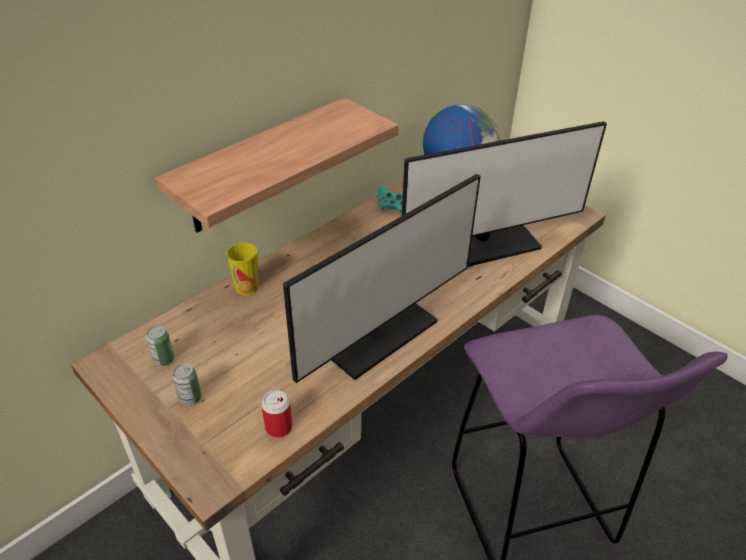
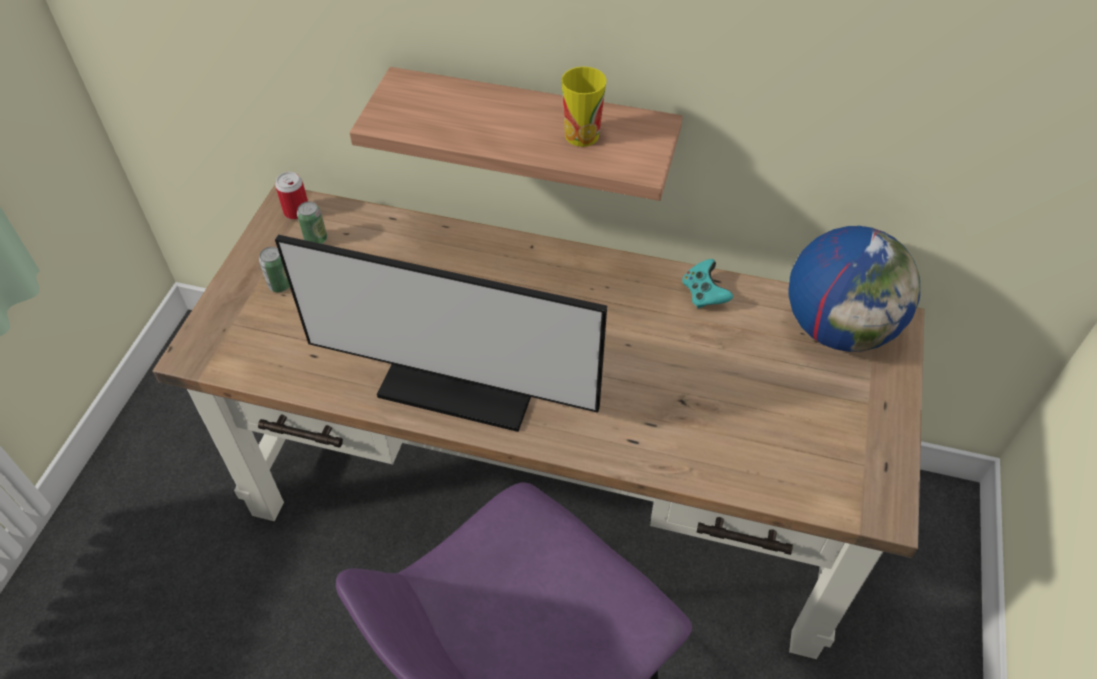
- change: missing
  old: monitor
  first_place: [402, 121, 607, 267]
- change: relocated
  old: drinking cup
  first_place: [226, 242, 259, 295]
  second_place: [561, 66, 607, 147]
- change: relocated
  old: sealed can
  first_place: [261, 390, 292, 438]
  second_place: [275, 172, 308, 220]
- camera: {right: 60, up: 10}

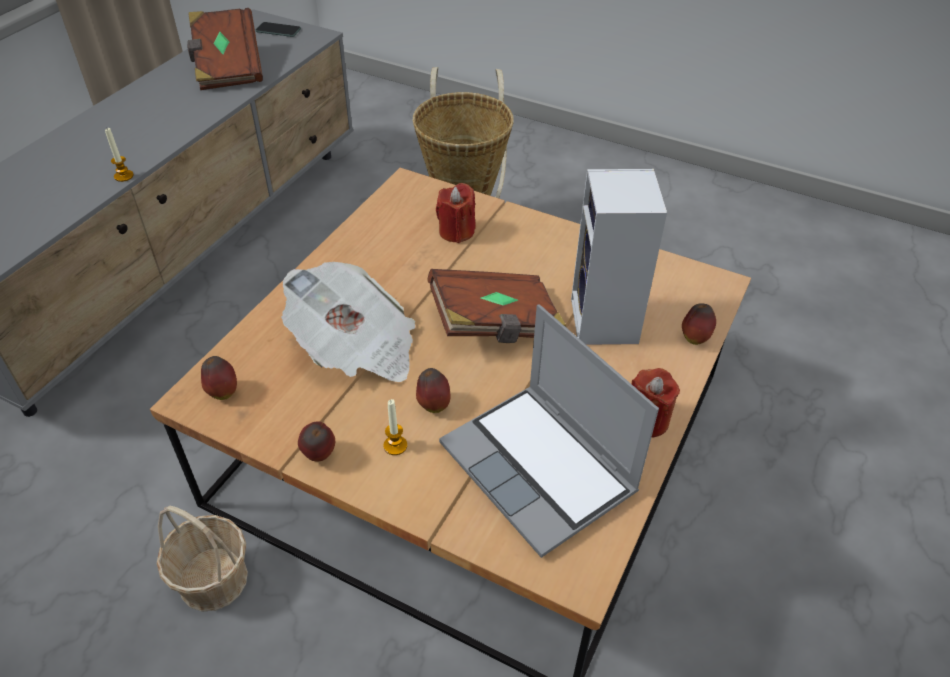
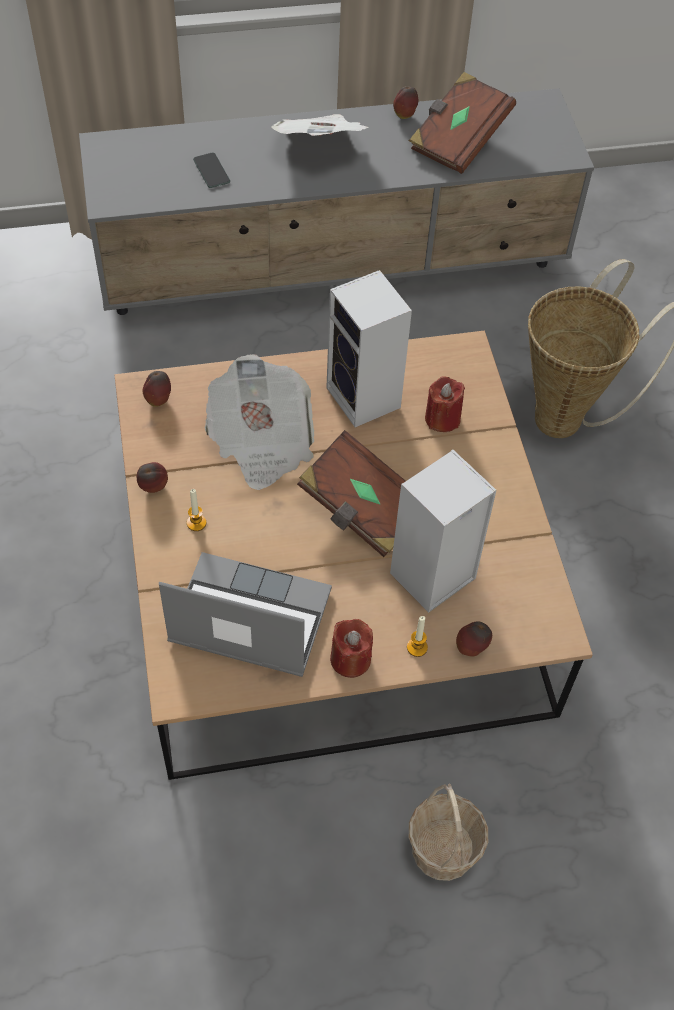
- change: appeared
  new: daily paper
  second_place: [272, 114, 369, 136]
- change: appeared
  new: audio speaker
  second_place: [326, 270, 412, 428]
- change: relocated
  old: candle
  first_place: [105, 128, 134, 182]
  second_place: [407, 616, 428, 657]
- change: relocated
  old: storage basket
  first_place: [157, 506, 248, 611]
  second_place: [409, 784, 488, 881]
- change: relocated
  old: phone
  first_place: [255, 22, 301, 37]
  second_place: [193, 153, 230, 188]
- change: relocated
  old: apple fruit
  first_place: [416, 368, 451, 413]
  second_place: [393, 86, 418, 119]
- change: spun
  old: notebook computer
  first_place: [439, 304, 659, 558]
  second_place: [159, 552, 332, 677]
  degrees: 90
- camera: {right: 50, up: 10}

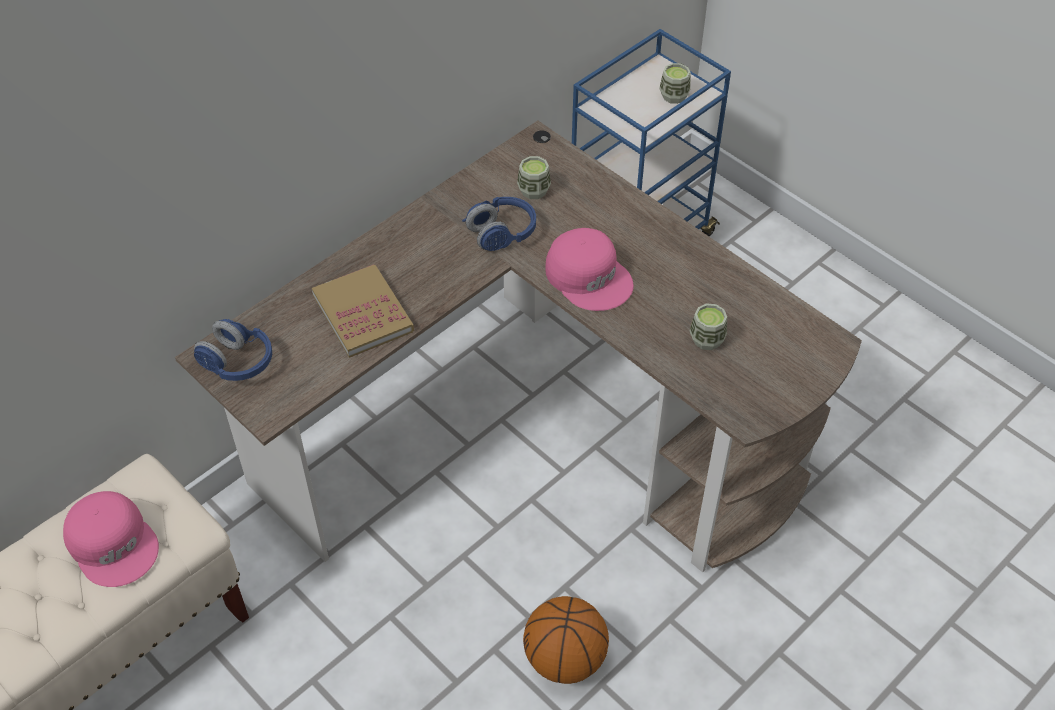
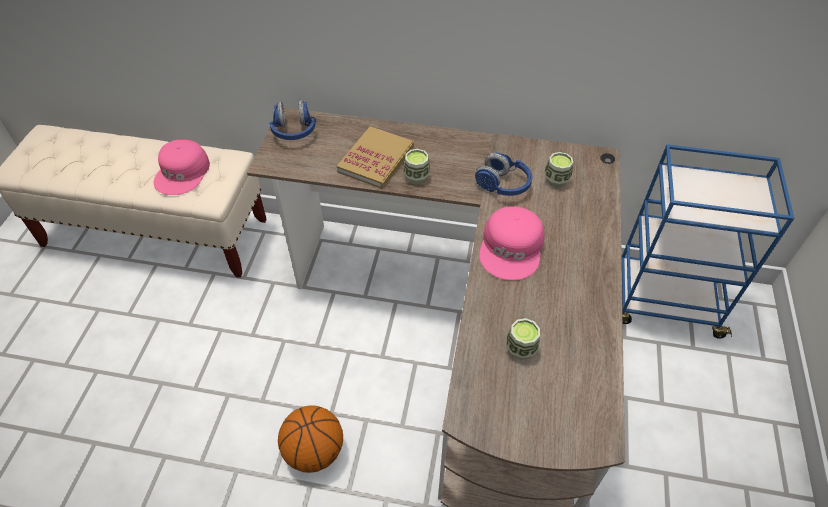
- change: relocated
  old: drinking cup
  first_place: [659, 63, 691, 104]
  second_place: [404, 149, 430, 184]
- camera: {right: 55, up: 0}

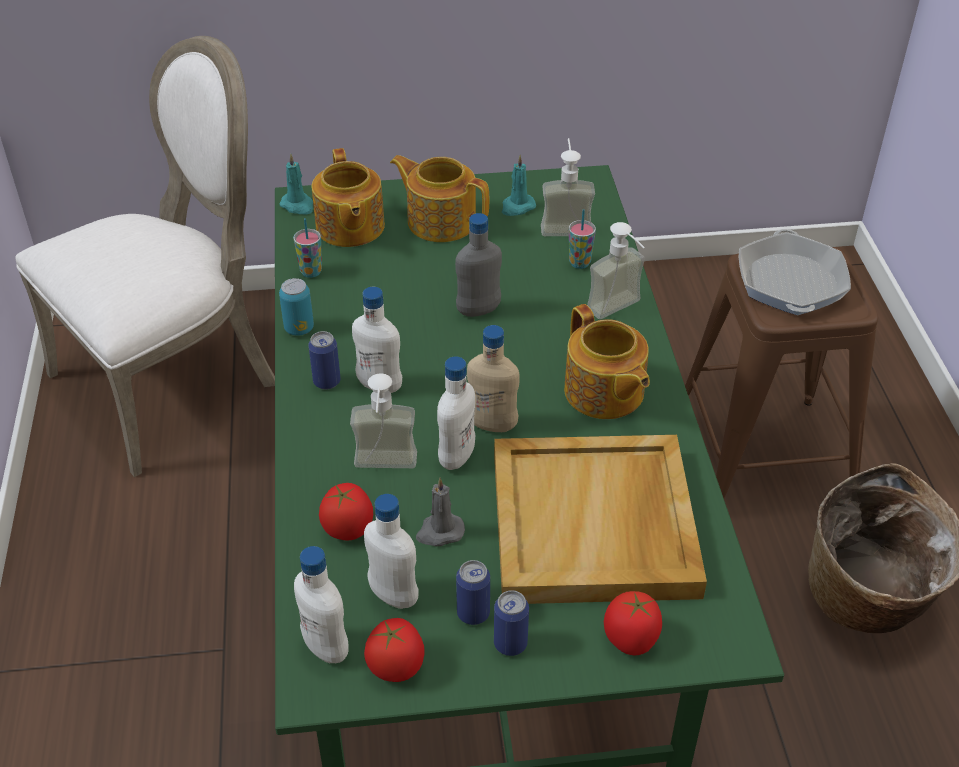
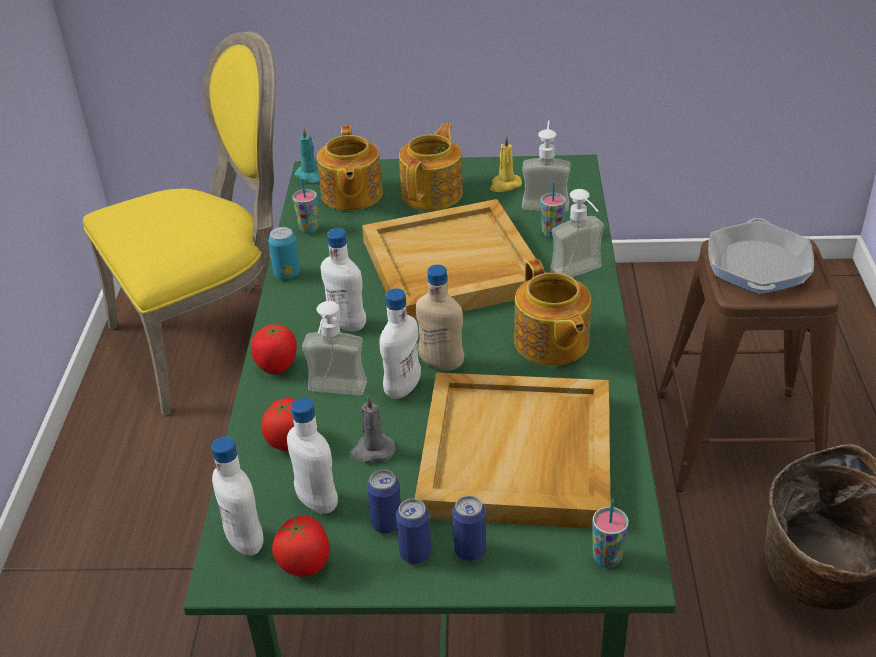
- change: appeared
  new: drinking cup
  second_place: [592, 499, 629, 568]
- change: relocated
  old: sealed can
  first_place: [308, 331, 341, 390]
  second_place: [452, 495, 486, 561]
- change: relocated
  old: fresh tomato
  first_place: [604, 591, 662, 655]
  second_place: [251, 324, 297, 374]
- change: exchanged
  old: drink bottle in gray
  new: carrying tray in sand-coloured
  first_place: [455, 213, 502, 317]
  second_place: [362, 199, 545, 321]
- change: colour
  old: upright chair in white-coloured
  new: upright chair in yellowish
  first_place: [15, 36, 275, 477]
  second_place: [83, 31, 276, 416]
- change: colour
  old: candle in blue-green
  new: candle in yellowish
  first_place: [502, 155, 536, 216]
  second_place: [490, 135, 522, 192]
- change: spun
  old: teapot
  first_place: [390, 155, 489, 242]
  second_place: [399, 124, 463, 210]
  degrees: 75
- camera: {right: 10, up: -5}

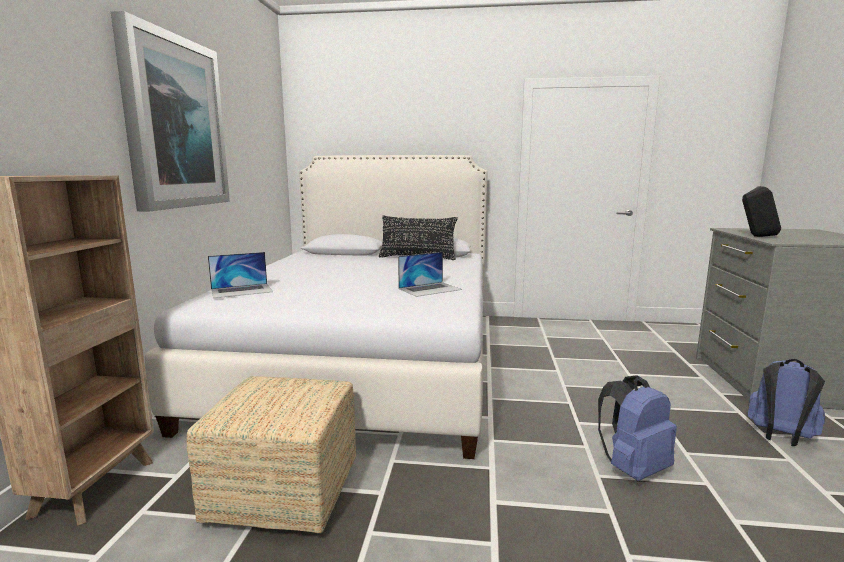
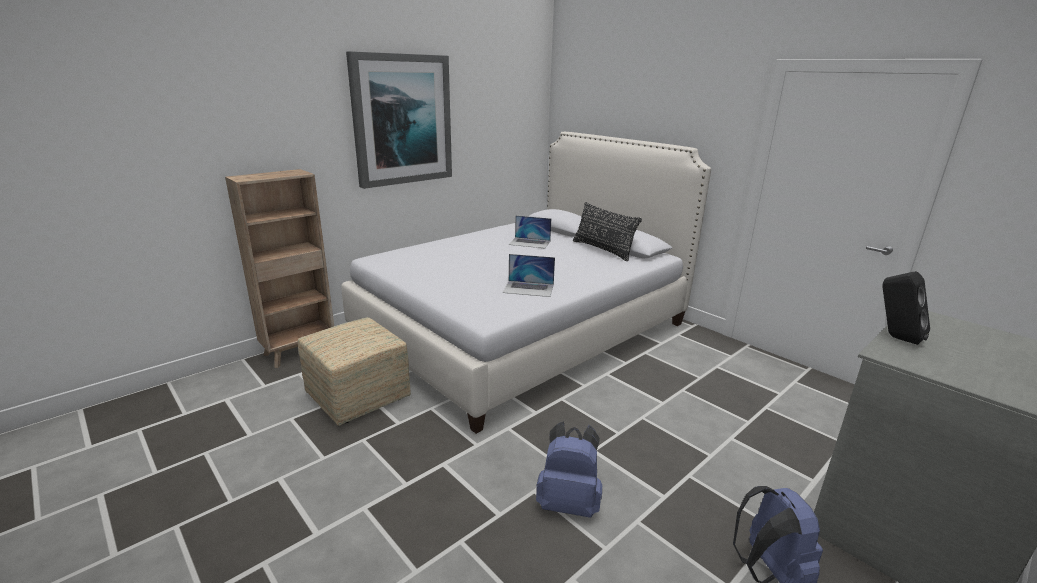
- change: relocated
  old: notebook computer
  first_place: [208, 252, 273, 298]
  second_place: [509, 216, 551, 248]
- camera: {right: 40, up: 10}

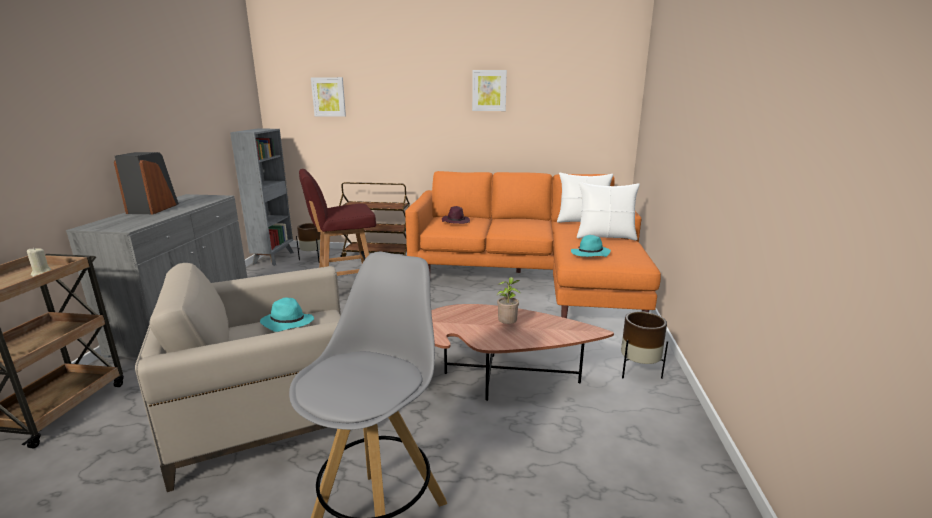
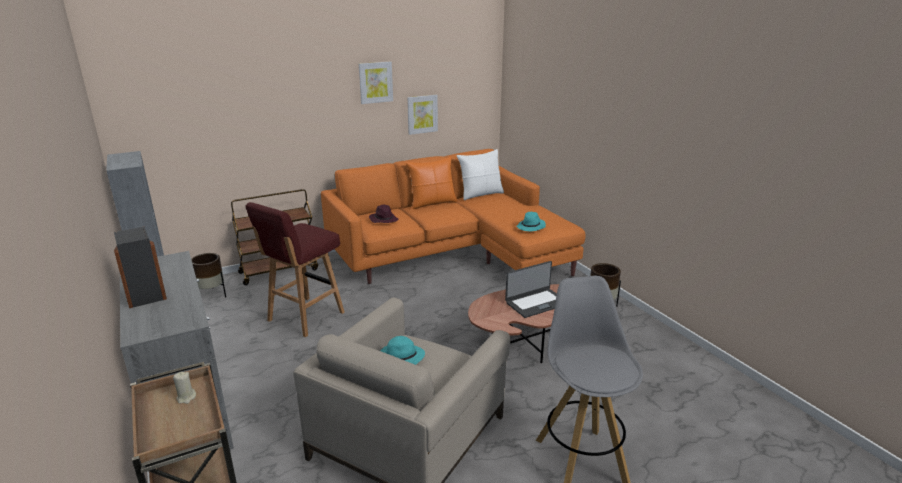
- change: missing
  old: throw pillow in white-coloured
  first_place: [577, 182, 640, 240]
- change: appeared
  new: throw pillow in orangey
  second_place: [406, 157, 457, 209]
- change: relocated
  old: picture
  first_place: [311, 77, 346, 117]
  second_place: [407, 95, 438, 135]
- change: exchanged
  old: potted plant
  new: notebook computer
  first_place: [497, 277, 520, 324]
  second_place: [505, 261, 557, 318]
- camera: {right: -35, up: 5}

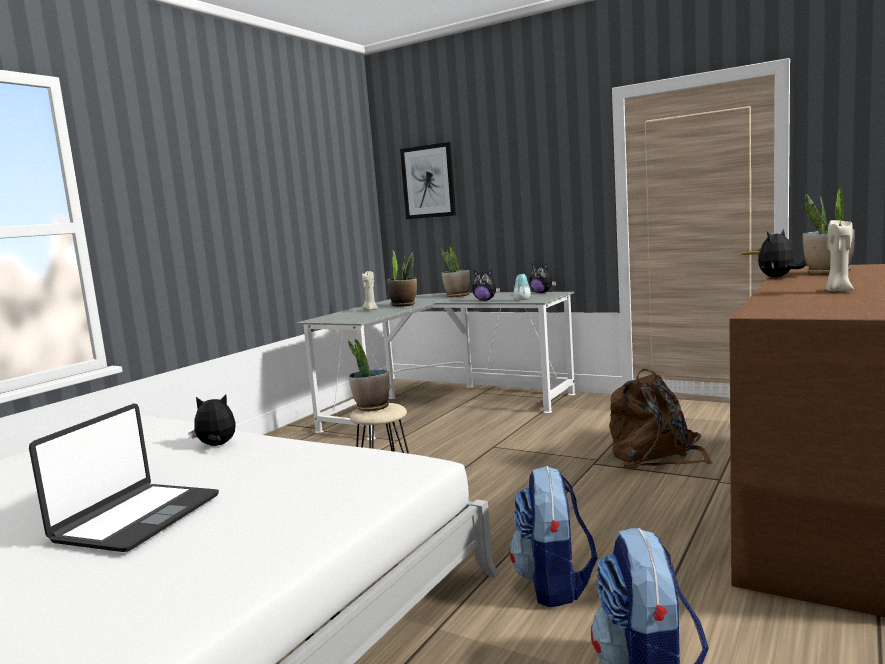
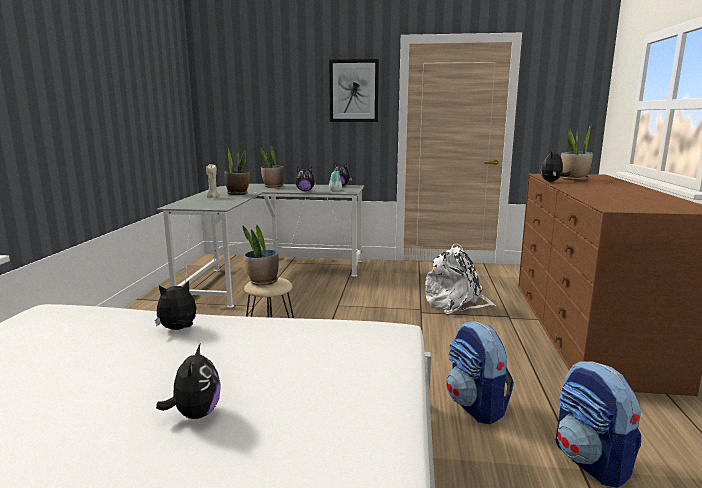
- change: missing
  old: candle in sand-coloured
  first_place: [826, 219, 854, 291]
- change: relocated
  old: picture
  first_place: [400, 142, 456, 219]
  second_place: [329, 59, 379, 122]
- change: exchanged
  old: notebook computer
  new: soft toy
  first_place: [29, 404, 219, 552]
  second_place: [156, 344, 221, 419]
- change: colour
  old: backpack in brown-coloured
  new: backpack in white-coloured
  first_place: [609, 369, 712, 469]
  second_place: [425, 243, 496, 314]
- camera: {right: -25, up: 5}

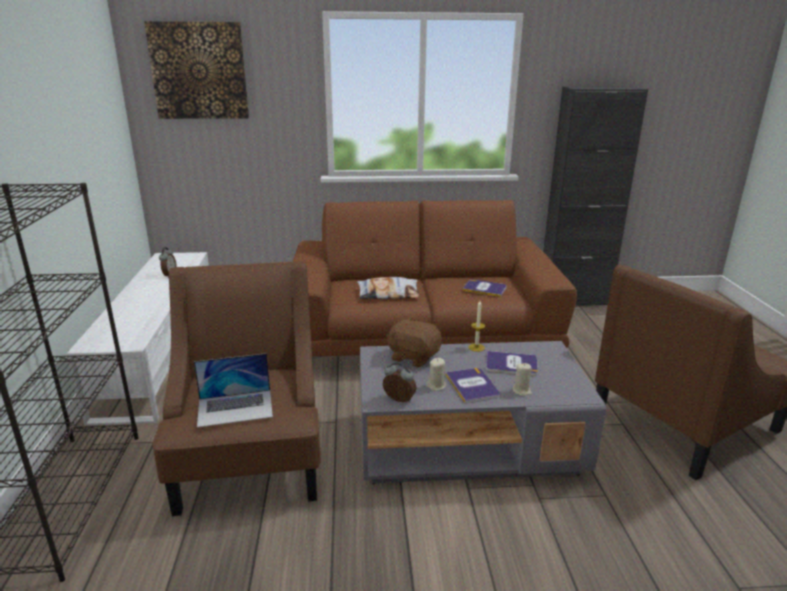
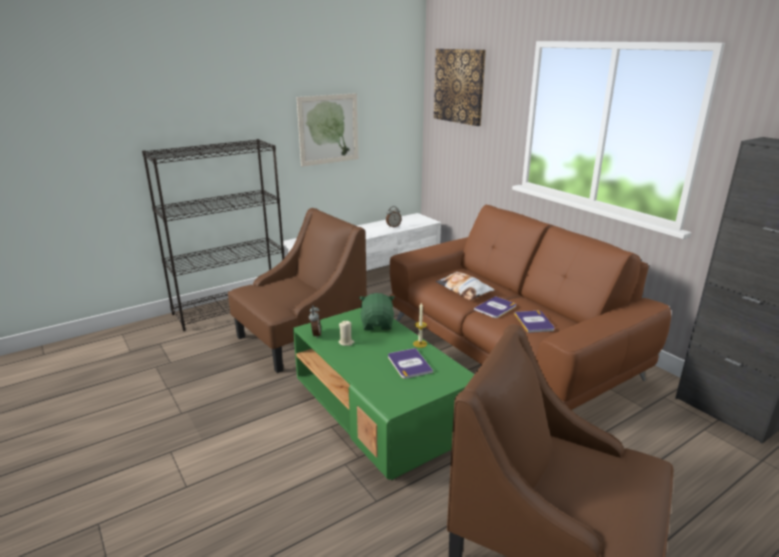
- change: missing
  old: notebook computer
  first_place: [194, 353, 273, 428]
- change: missing
  old: candle in sand-coloured
  first_place: [512, 363, 532, 396]
- change: appeared
  new: picture
  second_place: [297, 93, 358, 167]
- change: relocated
  old: book
  first_place: [445, 368, 500, 404]
  second_place: [474, 296, 516, 318]
- change: colour
  old: lounge table in gray
  new: lounge table in greenish
  first_place: [360, 341, 606, 485]
  second_place: [293, 308, 474, 480]
- change: colour
  old: soft toy in brown-coloured
  new: soft toy in greenish
  first_place: [387, 317, 442, 368]
  second_place: [359, 293, 394, 330]
- camera: {right: 60, up: 0}

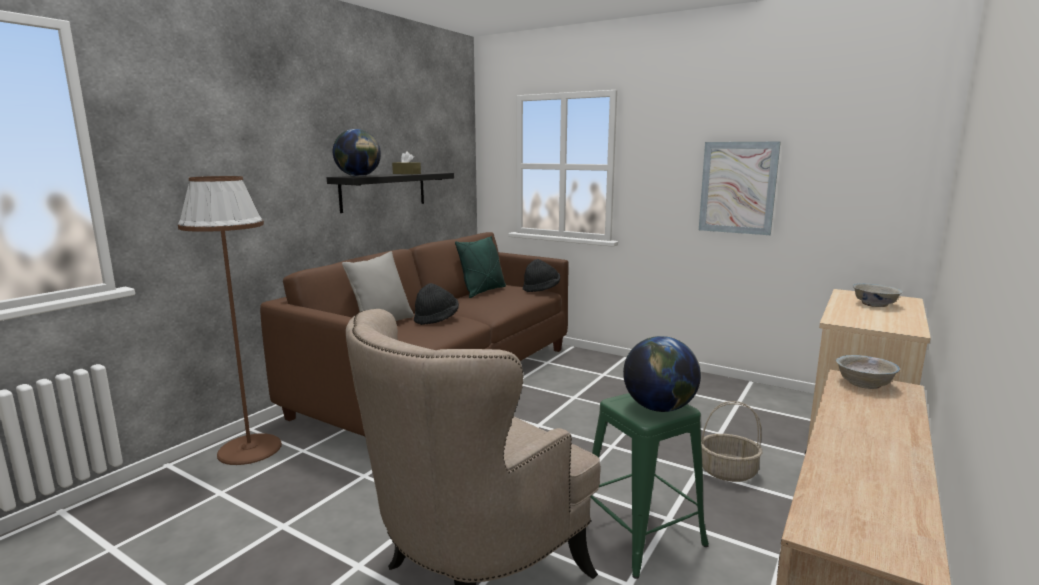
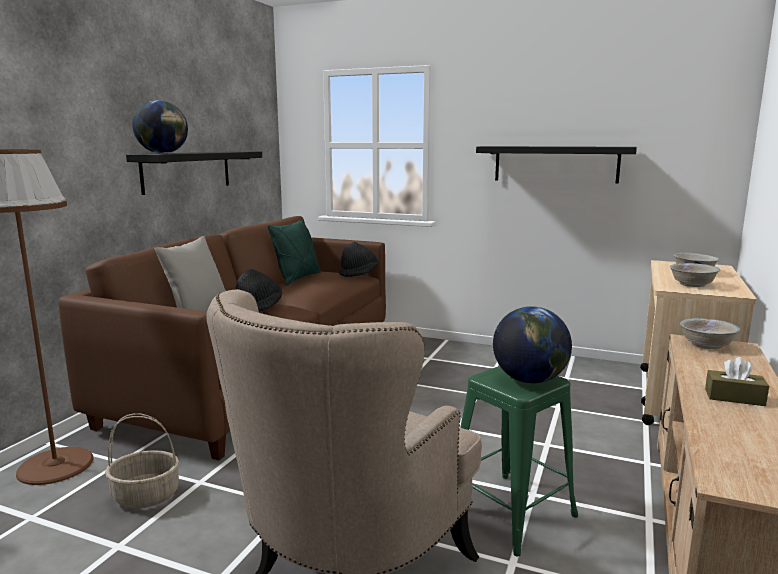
- change: appeared
  new: serving bowl in white-coloured
  second_place: [670, 263, 720, 287]
- change: relocated
  old: tissue box in brown-coloured
  first_place: [392, 151, 421, 174]
  second_place: [705, 357, 769, 406]
- change: relocated
  old: storage basket
  first_place: [701, 401, 763, 482]
  second_place: [105, 413, 179, 508]
- change: exchanged
  old: picture
  new: shelf in black
  first_place: [699, 142, 781, 235]
  second_place: [476, 146, 637, 184]
- camera: {right: -10, up: 0}

